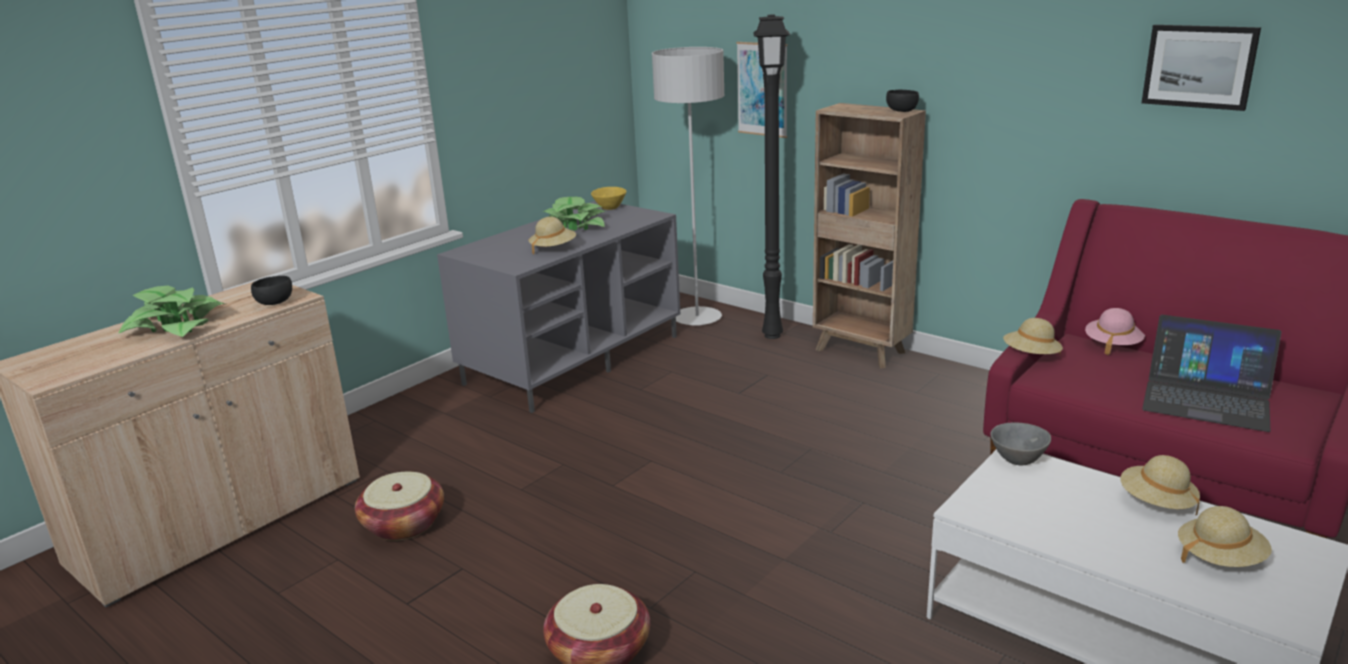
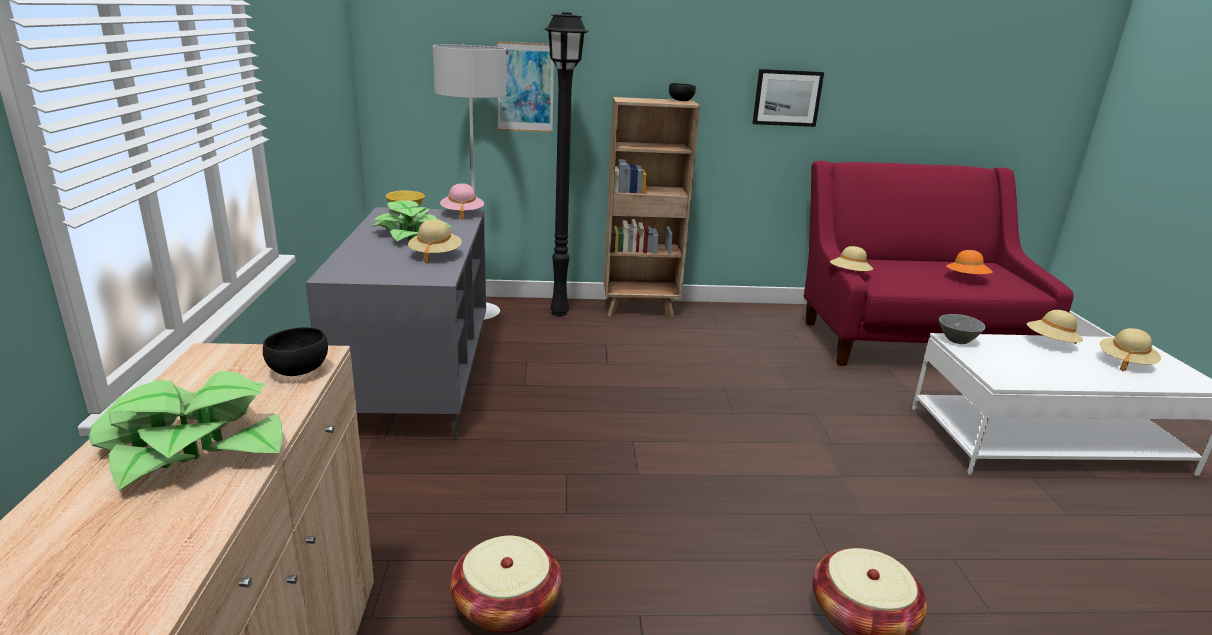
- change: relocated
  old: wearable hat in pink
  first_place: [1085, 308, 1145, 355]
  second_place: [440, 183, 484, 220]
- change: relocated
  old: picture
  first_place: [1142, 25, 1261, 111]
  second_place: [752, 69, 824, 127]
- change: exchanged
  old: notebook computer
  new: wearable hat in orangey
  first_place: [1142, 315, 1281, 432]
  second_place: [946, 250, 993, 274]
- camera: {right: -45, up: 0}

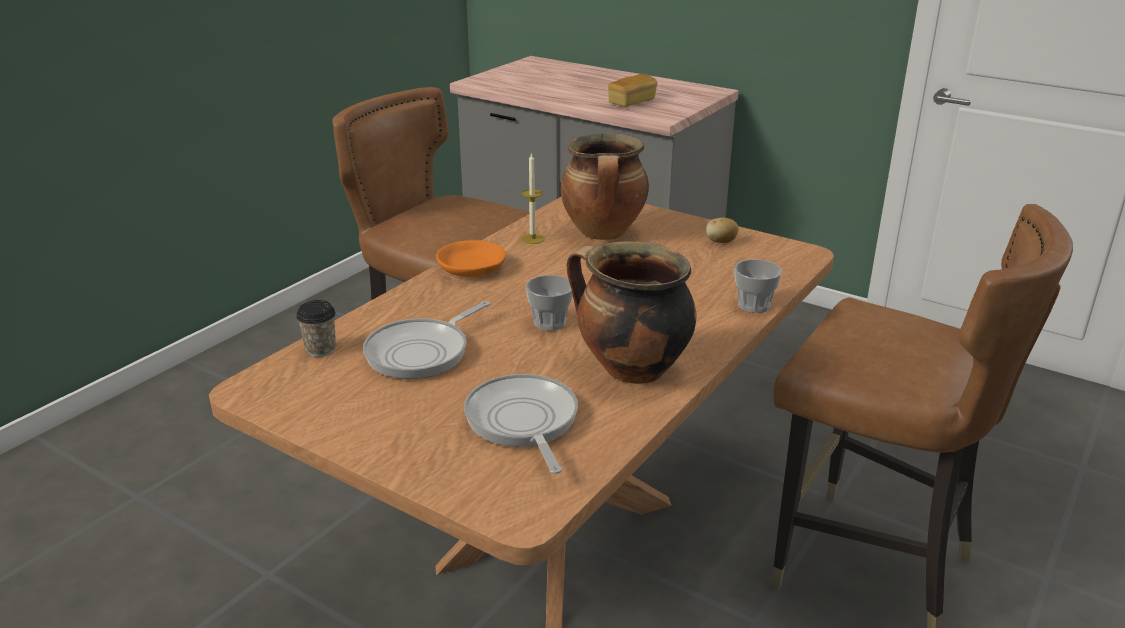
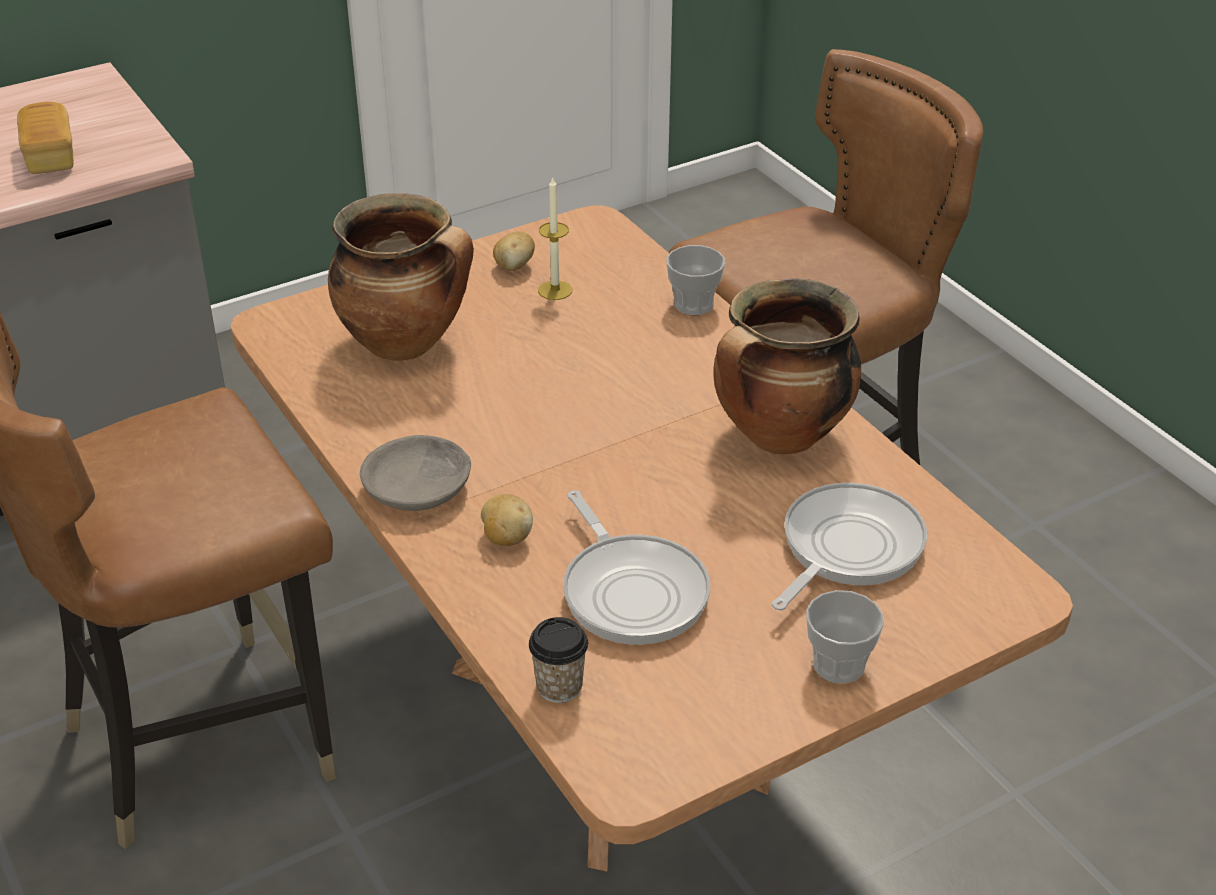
- change: appeared
  new: potato
  second_place: [481, 494, 533, 546]
- change: relocated
  old: candle
  first_place: [521, 152, 545, 244]
  second_place: [538, 176, 572, 300]
- change: relocated
  old: drinking cup
  first_place: [526, 275, 573, 331]
  second_place: [806, 590, 884, 683]
- change: colour
  old: serving bowl in orangey
  new: serving bowl in gray
  first_place: [436, 240, 506, 277]
  second_place: [360, 435, 471, 511]
- change: spun
  old: skillet
  first_place: [464, 374, 578, 474]
  second_place: [772, 483, 927, 611]
  degrees: 120
- camera: {right: -65, up: 10}

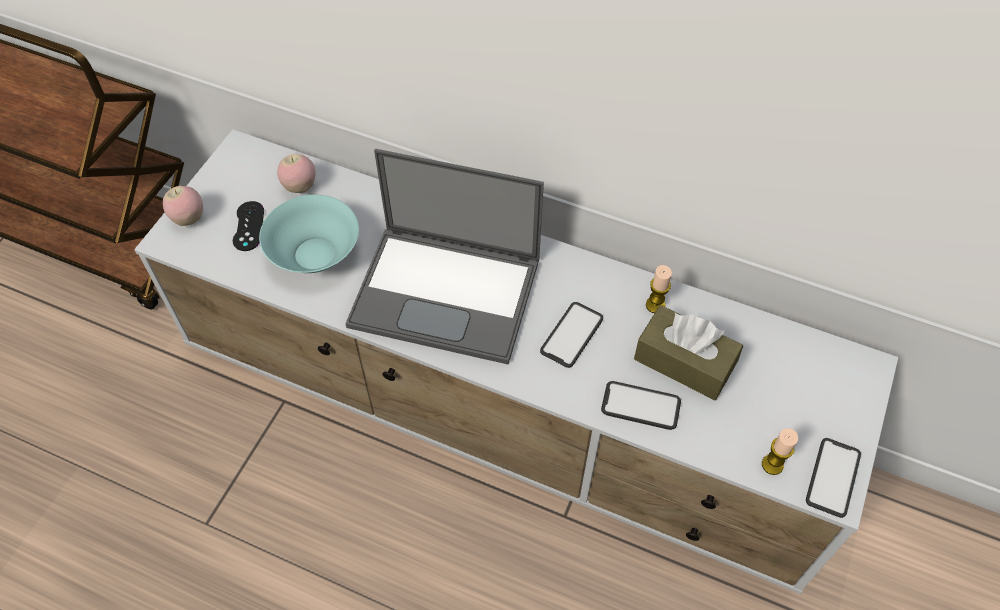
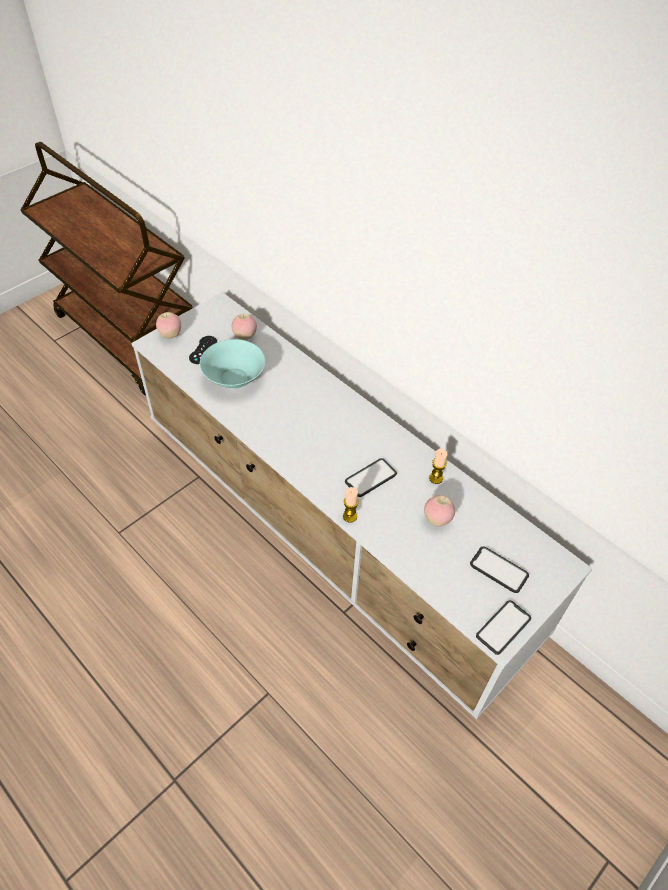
- change: missing
  old: notebook computer
  first_place: [345, 149, 544, 365]
- change: relocated
  old: phone
  first_place: [601, 381, 681, 430]
  second_place: [470, 546, 529, 593]
- change: relocated
  old: candle
  first_place: [762, 428, 798, 475]
  second_place: [343, 487, 359, 523]
- change: exchanged
  old: tissue box in brown-coloured
  new: apple fruit
  first_place: [634, 305, 743, 400]
  second_place: [424, 495, 455, 526]
- camera: {right: 20, up: -5}

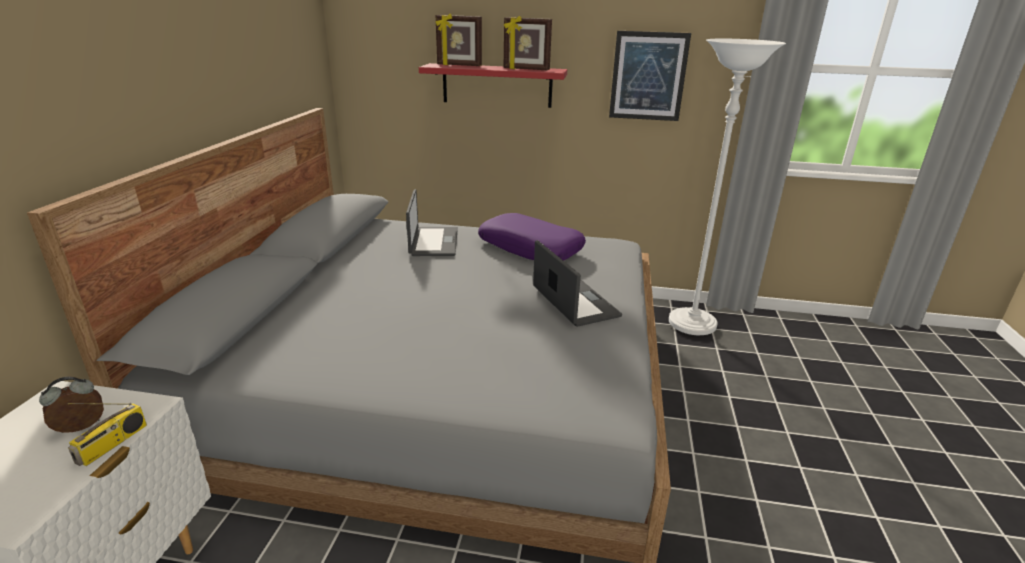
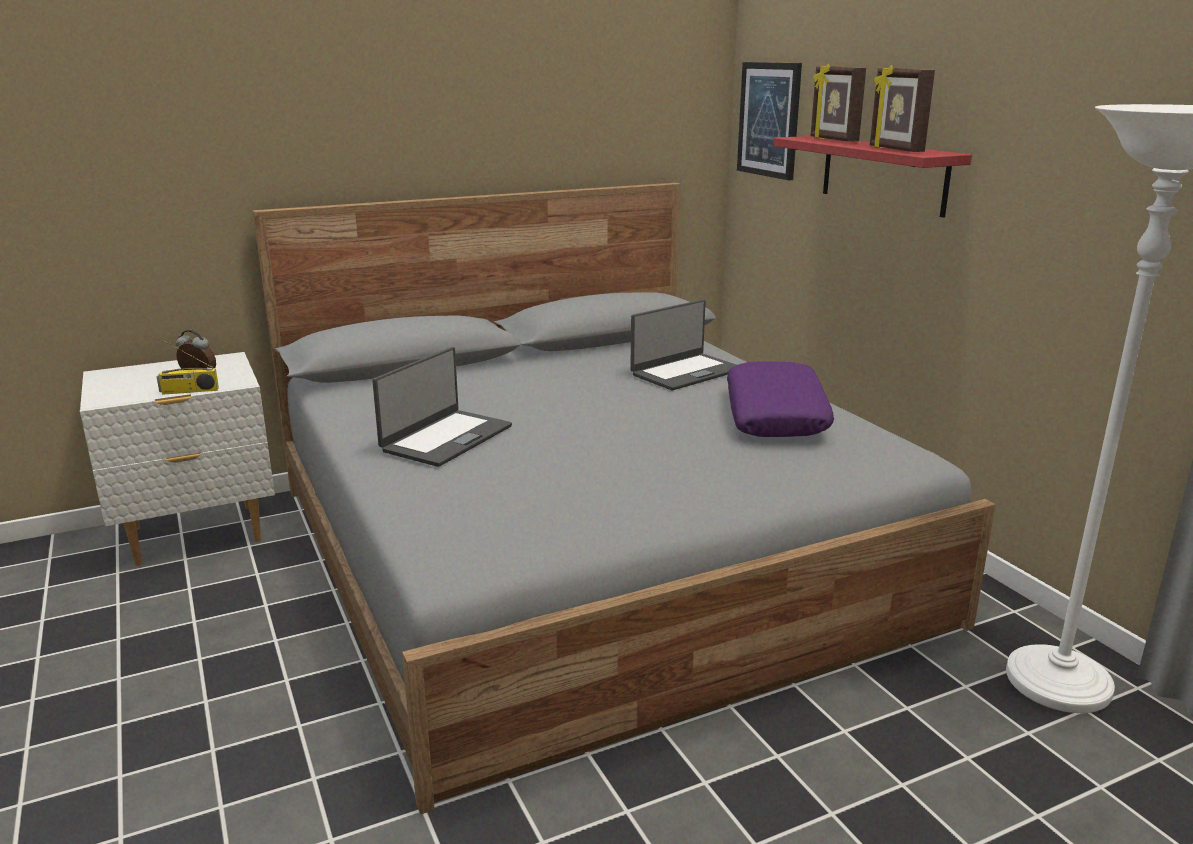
- change: relocated
  old: notebook computer
  first_place: [533, 240, 622, 327]
  second_place: [372, 347, 512, 467]
- change: relocated
  old: picture
  first_place: [609, 31, 691, 121]
  second_place: [737, 62, 802, 180]
- camera: {right: 55, up: -5}

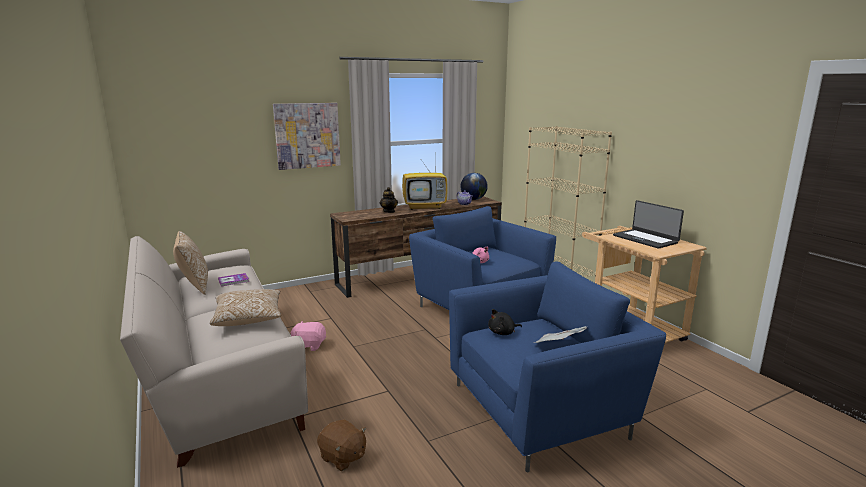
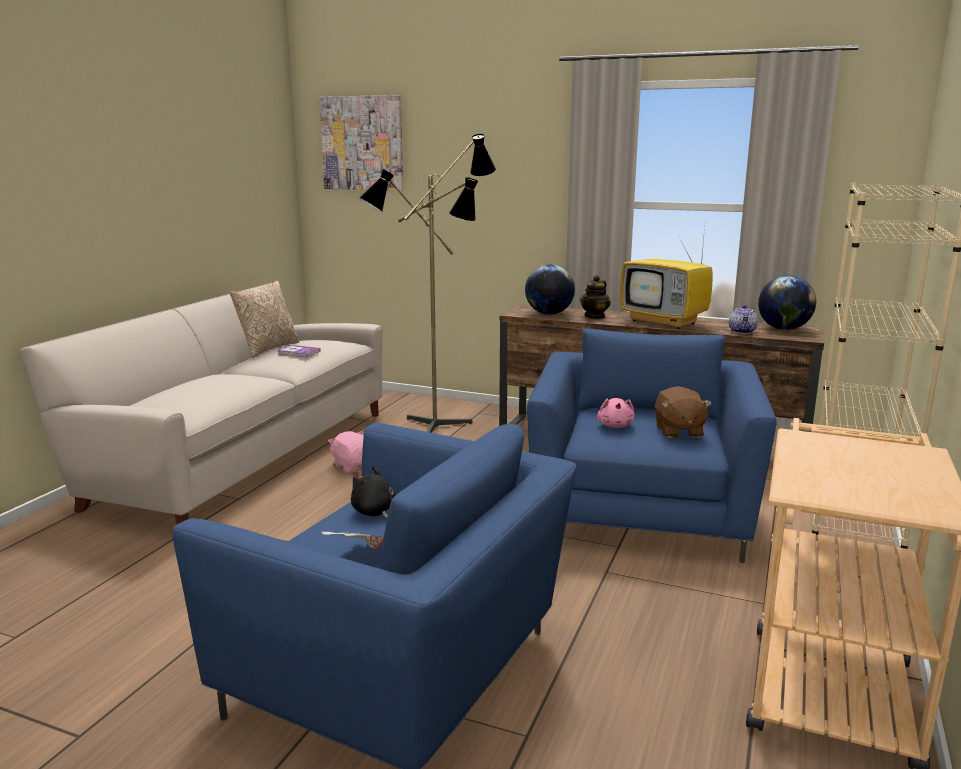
- change: missing
  old: throw pillow
  first_place: [210, 289, 281, 326]
- change: missing
  old: notebook computer
  first_place: [613, 200, 684, 249]
- change: appeared
  new: floor lamp
  second_place: [359, 134, 496, 433]
- change: appeared
  new: desk globe
  second_place: [525, 264, 575, 315]
- change: relocated
  old: picture
  first_place: [273, 103, 341, 170]
  second_place: [319, 95, 403, 191]
- change: relocated
  old: soft toy in brown-coloured
  first_place: [317, 419, 366, 471]
  second_place: [655, 386, 712, 438]
- camera: {right: 50, up: 0}

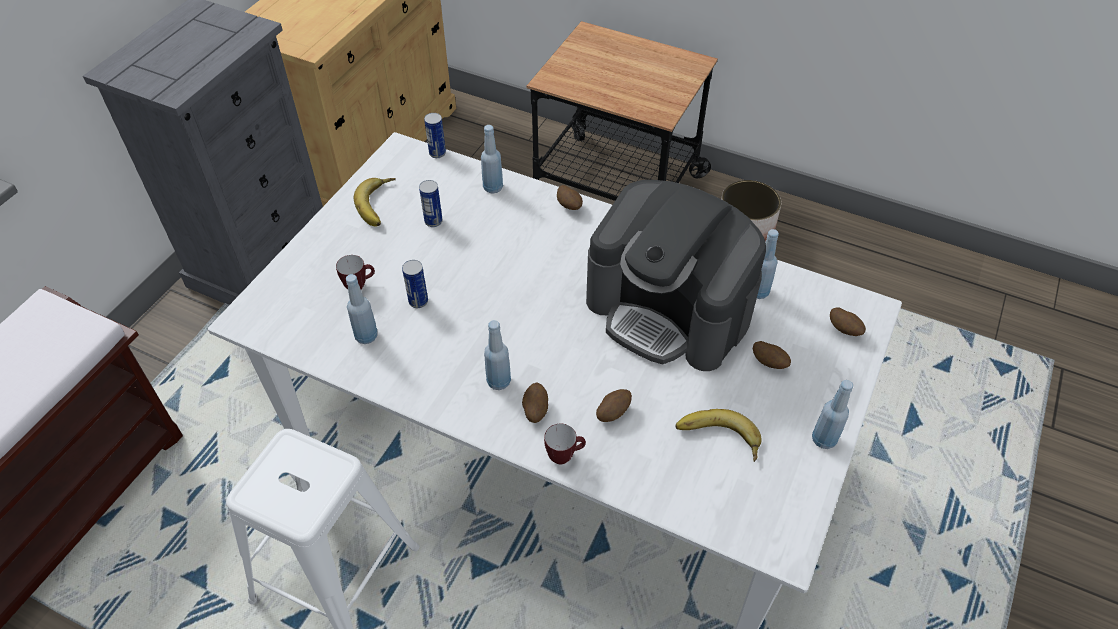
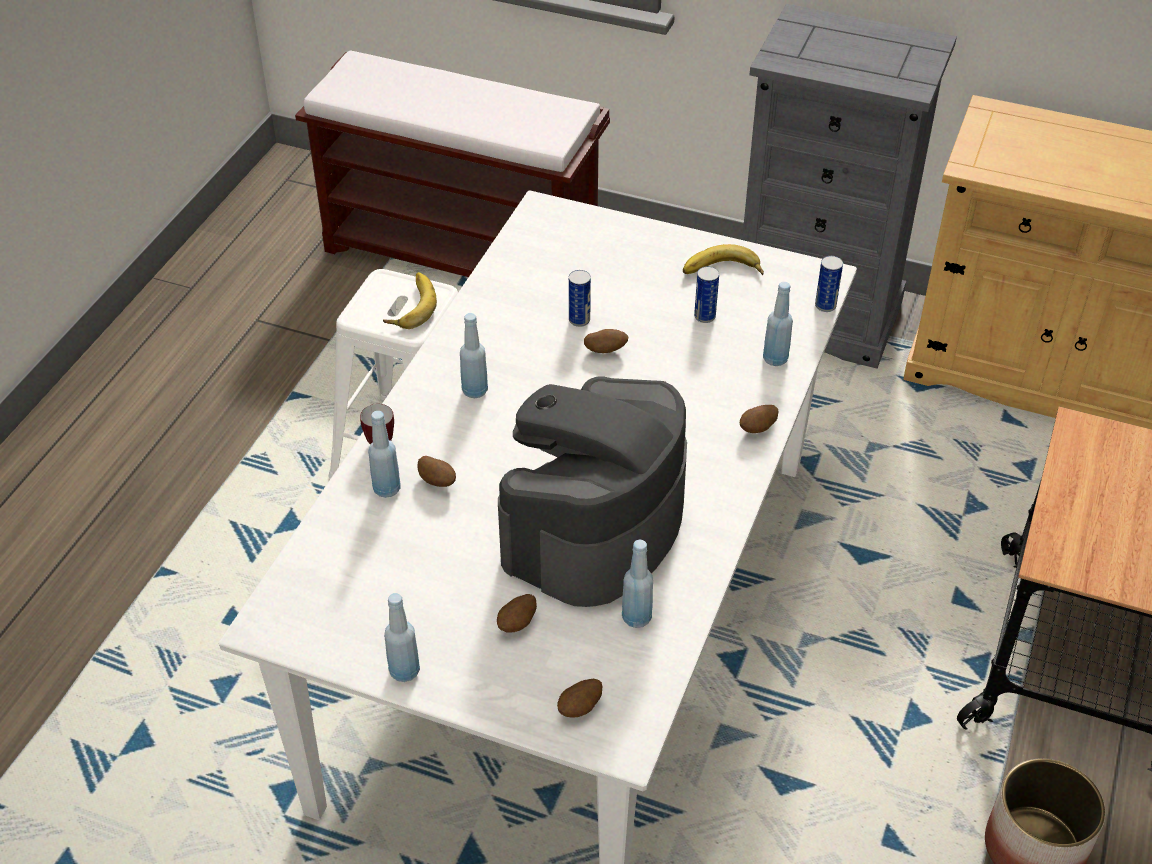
- change: missing
  old: tea mug
  first_place: [336, 255, 375, 289]
- change: relocated
  old: drink bottle in bluish
  first_place: [346, 274, 378, 344]
  second_place: [368, 411, 400, 498]
- change: relocated
  old: potato
  first_place: [522, 382, 548, 423]
  second_place: [584, 329, 628, 353]
- change: relocated
  old: whole banana
  first_place: [675, 409, 762, 462]
  second_place: [383, 272, 437, 329]
- camera: {right: 85, up: -5}

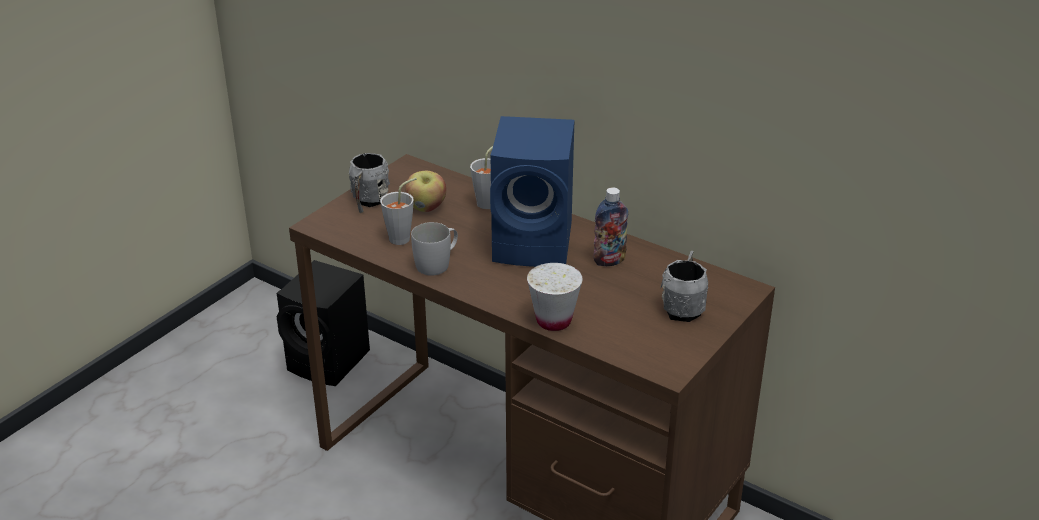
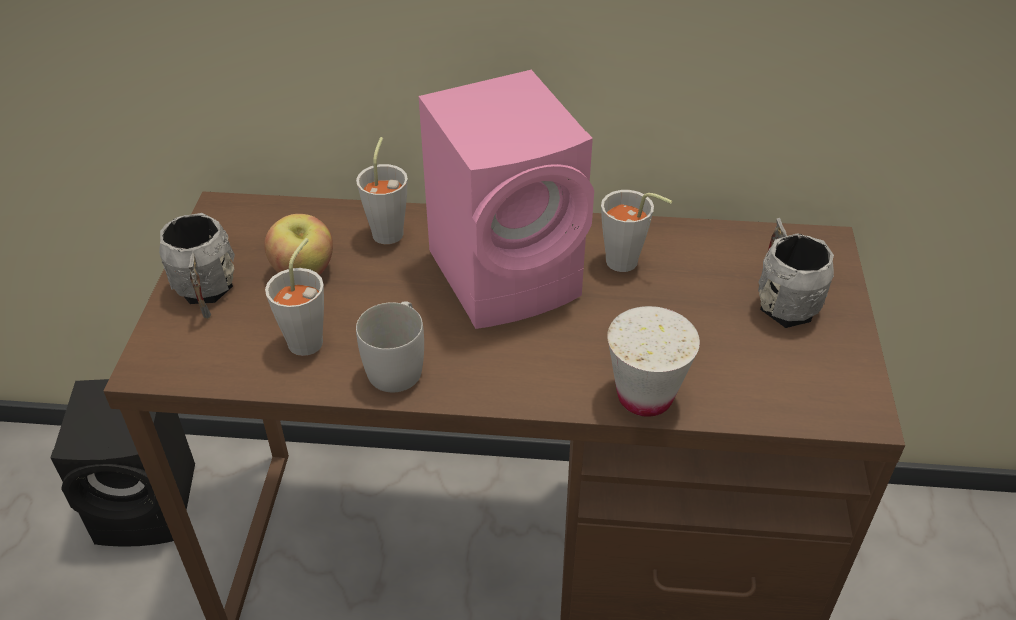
- change: exchanged
  old: drink bottle
  new: drinking cup in gray
  first_place: [593, 187, 628, 266]
  second_place: [601, 190, 672, 272]
- change: colour
  old: audio speaker in bluish
  new: audio speaker in pink
  first_place: [490, 116, 574, 267]
  second_place: [419, 70, 594, 329]
- camera: {right: -30, up: 10}

